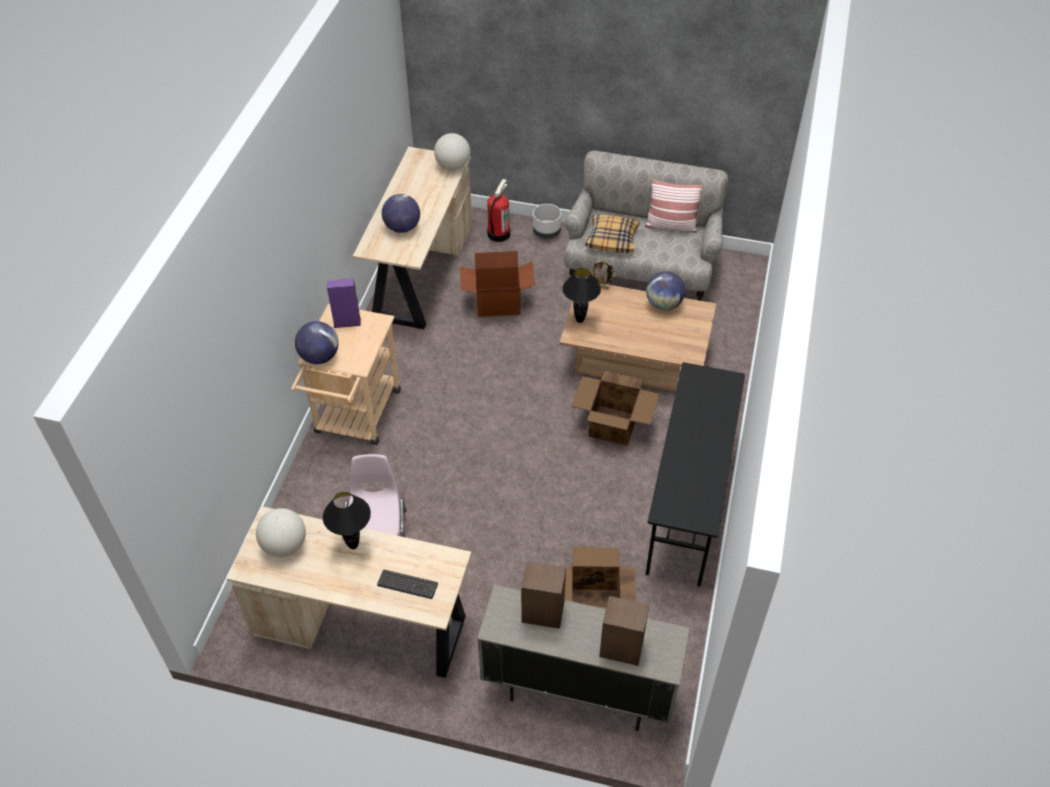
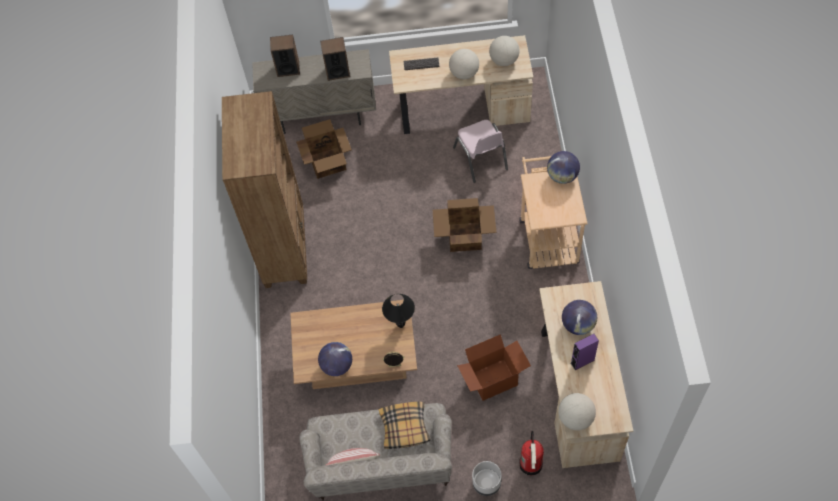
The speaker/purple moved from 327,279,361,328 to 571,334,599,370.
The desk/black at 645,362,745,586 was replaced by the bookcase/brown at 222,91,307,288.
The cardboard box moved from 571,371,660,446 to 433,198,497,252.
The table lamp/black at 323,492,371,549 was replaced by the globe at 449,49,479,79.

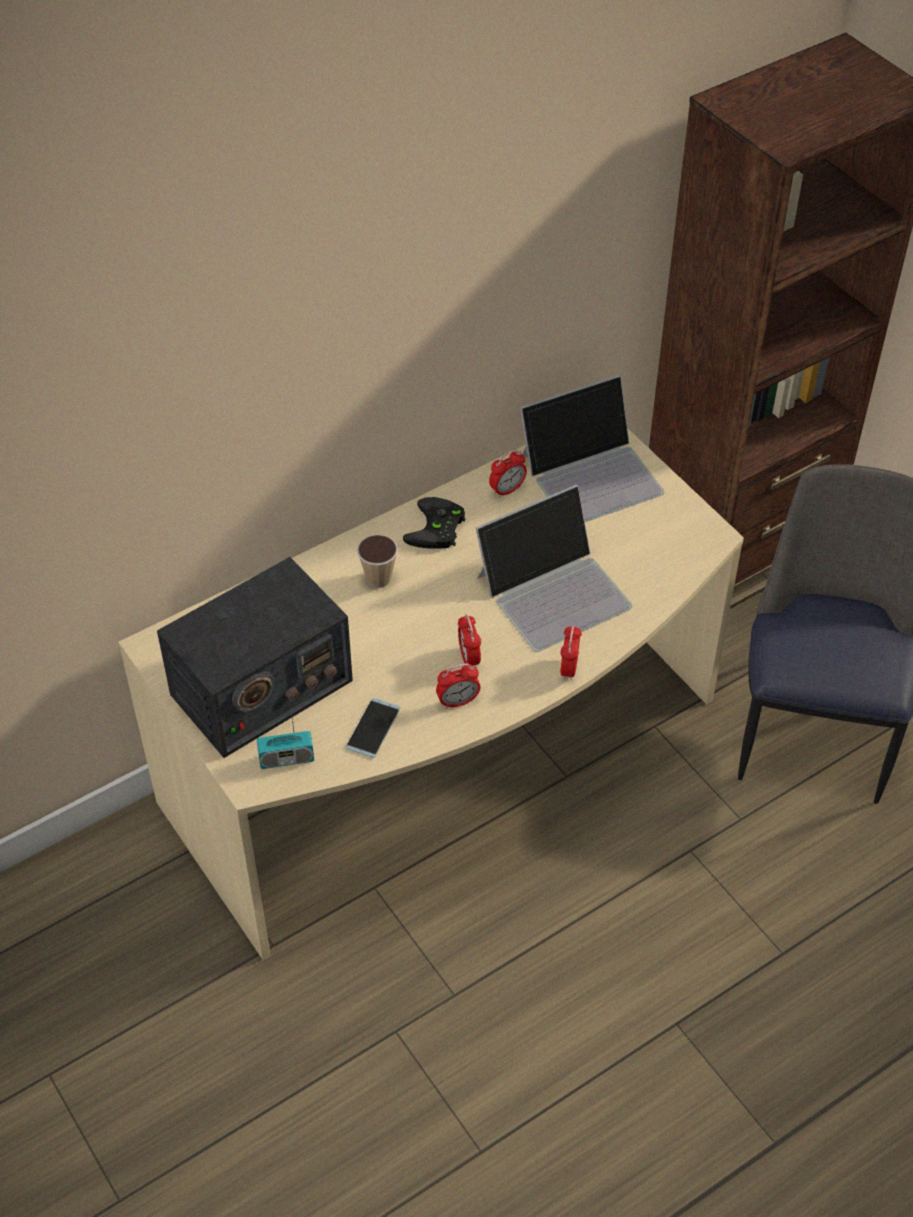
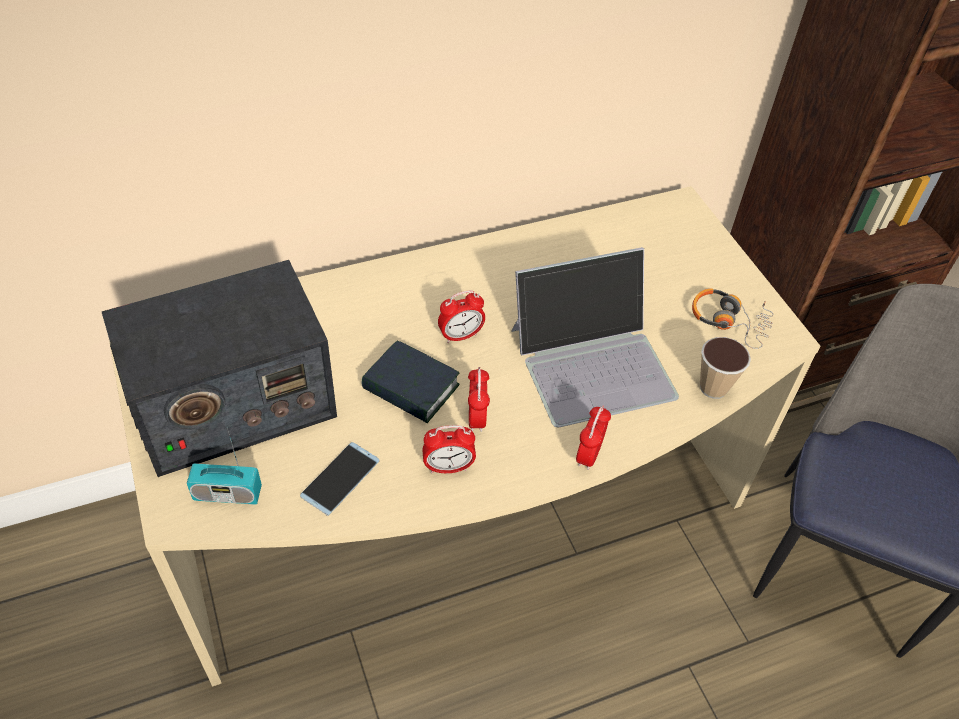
The laptop at 520,375,664,522 disappeared.
The alarm clock moved from 489,450,527,498 to 438,290,485,343.
The game controller/black at 403,497,465,549 disappeared.
The cup moved from 357,535,398,588 to 700,337,751,399.
The headphones at 692,288,773,349 appeared.
The book at 362,340,460,423 appeared.

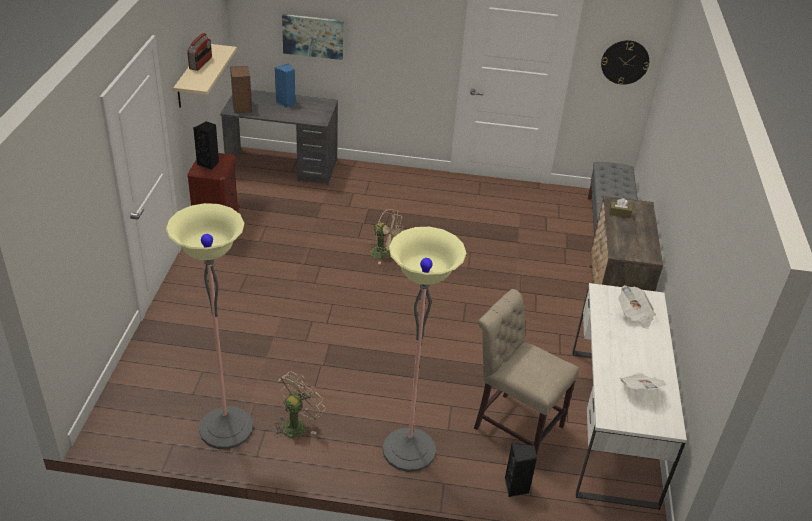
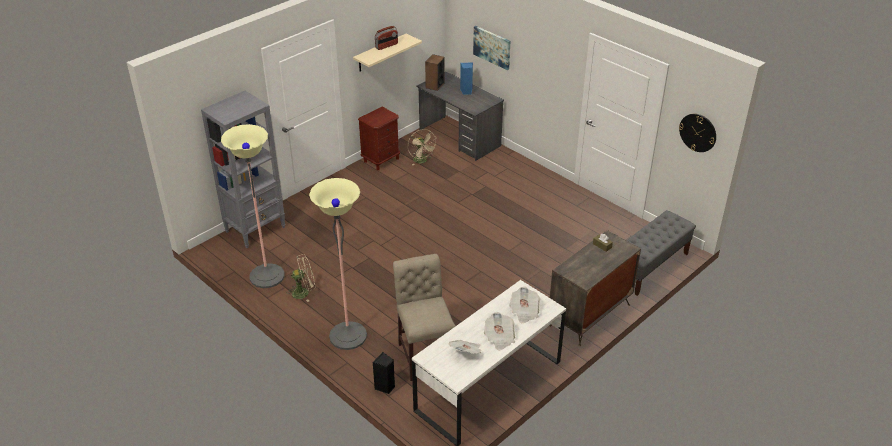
The speaker/black at 193,121,219,170 disappeared.
The fan/beige moved from 368,209,404,264 to 408,129,438,166.
The bookcase/grey at 201,91,285,248 appeared.
The newspaper at 484,312,515,351 appeared.

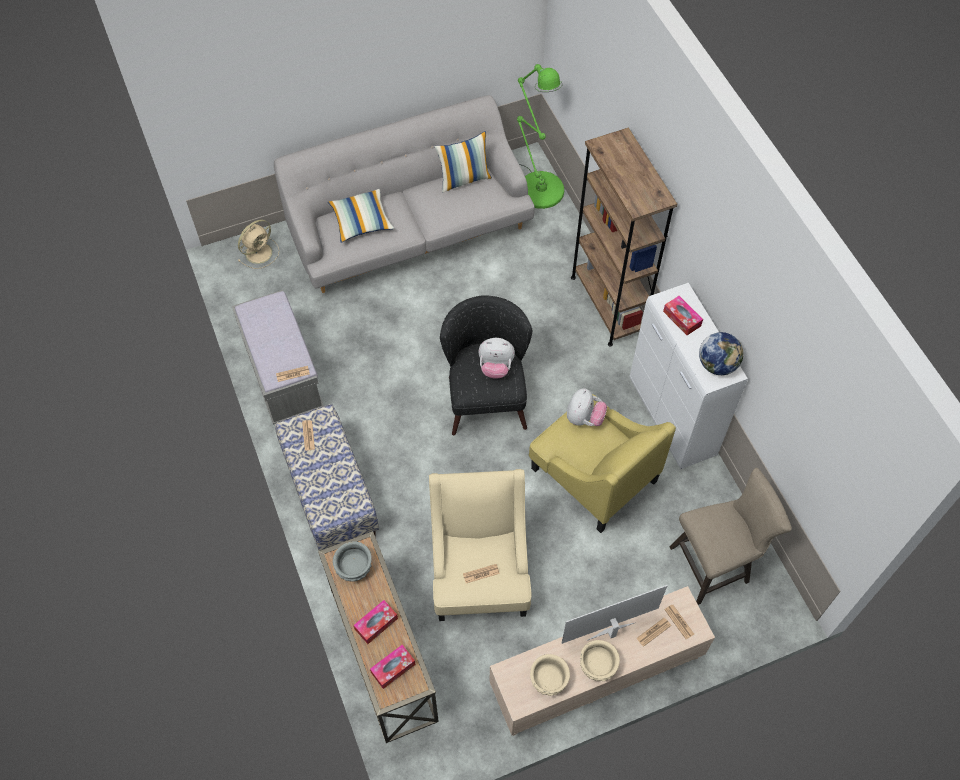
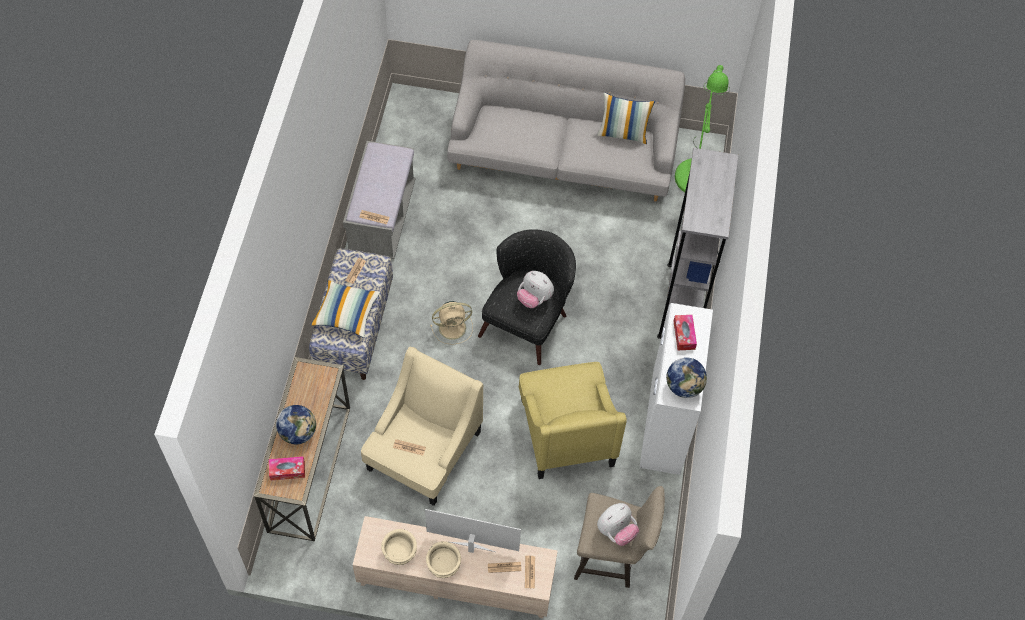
The bookcase/brown at 571,128,677,347 became the bookcase/grey at 657,148,738,339.
The pillow moved from 328,189,394,243 to 310,280,380,338.
The fan/beige moved from 238,220,279,269 to 430,301,473,345.
The plush toy moved from 567,388,607,426 to 597,503,639,546.
The bowl/grey at 333,541,372,582 disappeared.
The tissue box at 354,600,398,644 was replaced by the globe at 276,405,316,444.

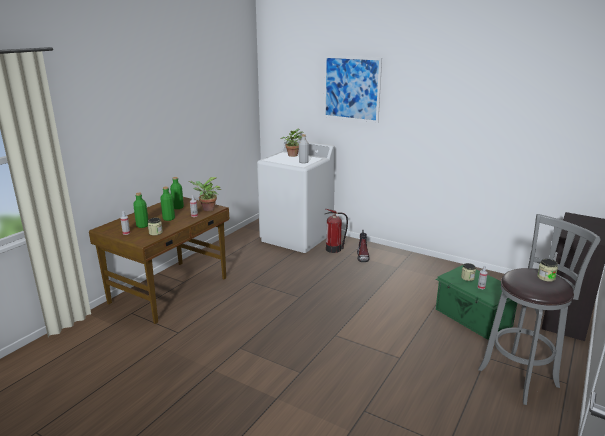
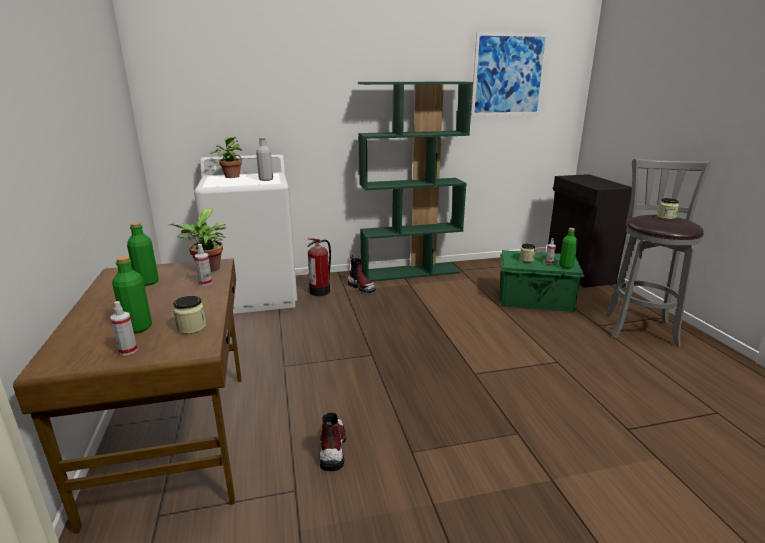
The picture moved from 324,55,382,123 to 471,32,549,116.
The bottle/green moved from 160,187,175,221 to 559,228,578,268.
The bookcase/green at 358,82,473,282 appeared.
The boot at 320,413,346,471 appeared.

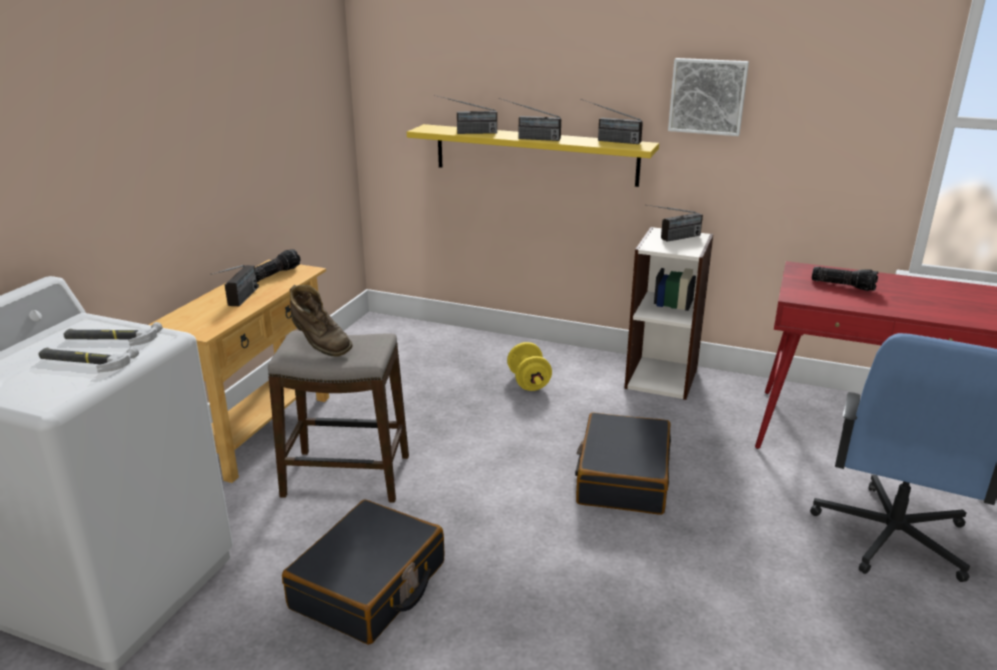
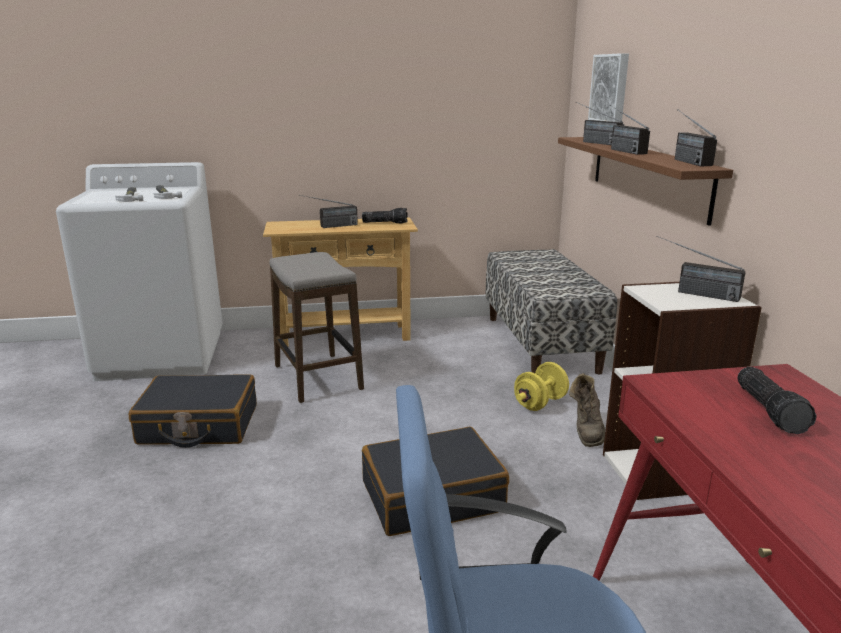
The picture moved from 668,58,749,136 to 588,53,629,122.
The shelf/yellow at 407,124,659,187 became the shelf/brown at 558,137,733,226.
The boot/brown moved from 290,285,353,357 to 569,373,605,447.
The bench at 485,249,617,374 appeared.

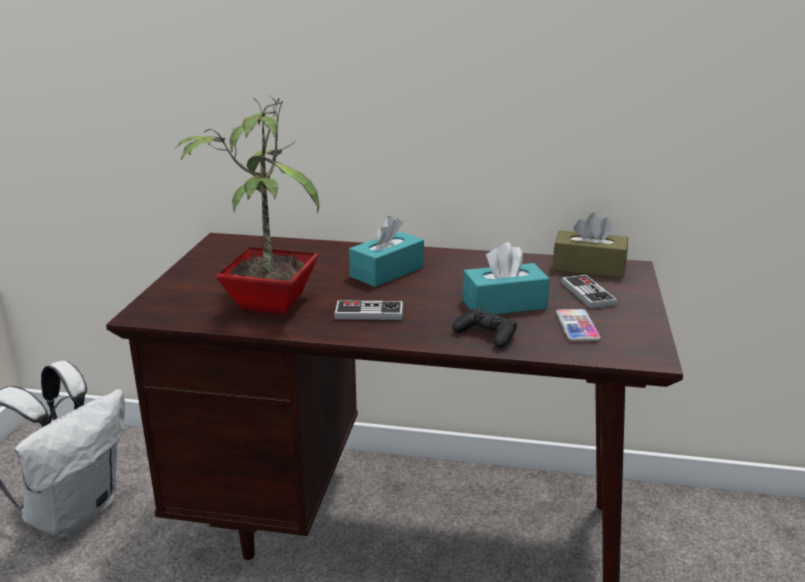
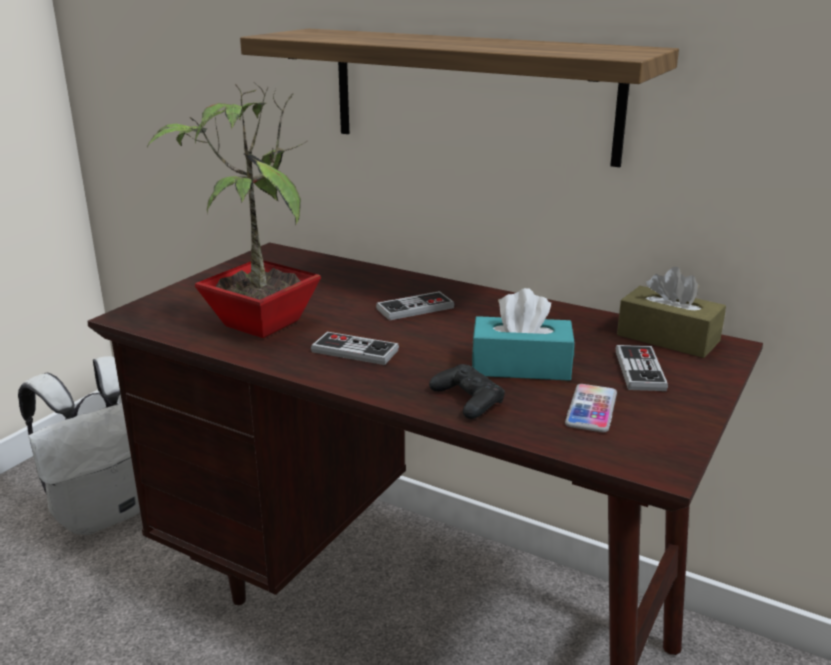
The tissue box/turquoise at 349,216,424,287 was replaced by the game controller at 376,291,455,321.
The shelf at 240,29,679,167 appeared.

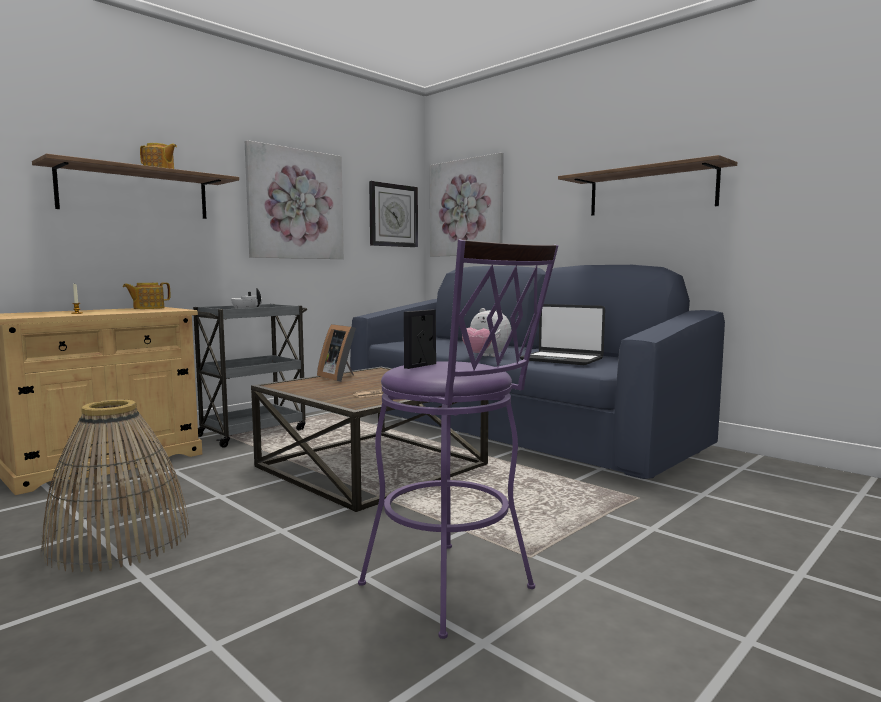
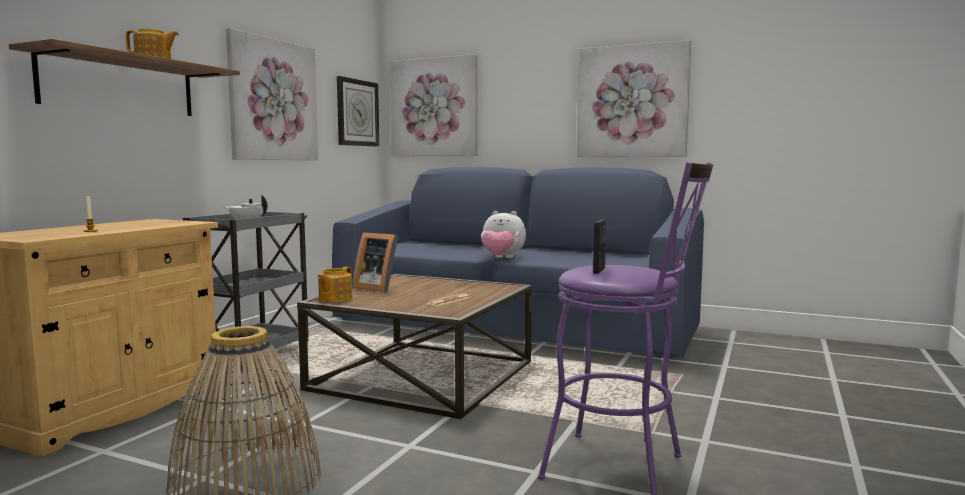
The shelf at 558,155,737,216 was replaced by the picture at 577,40,691,157.
The teapot moved from 123,282,170,309 to 317,266,352,302.
The laptop at 520,304,605,365 disappeared.

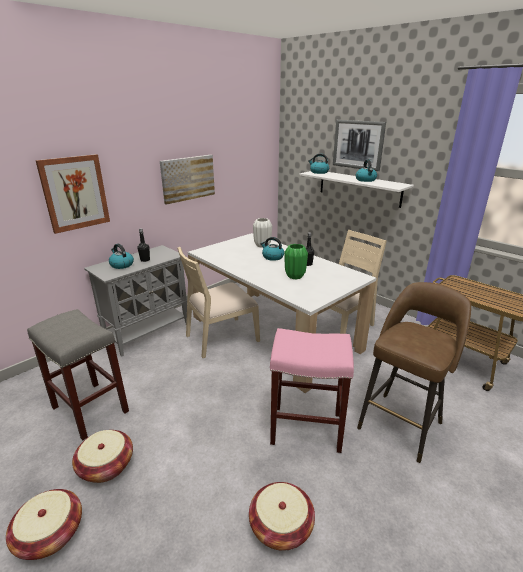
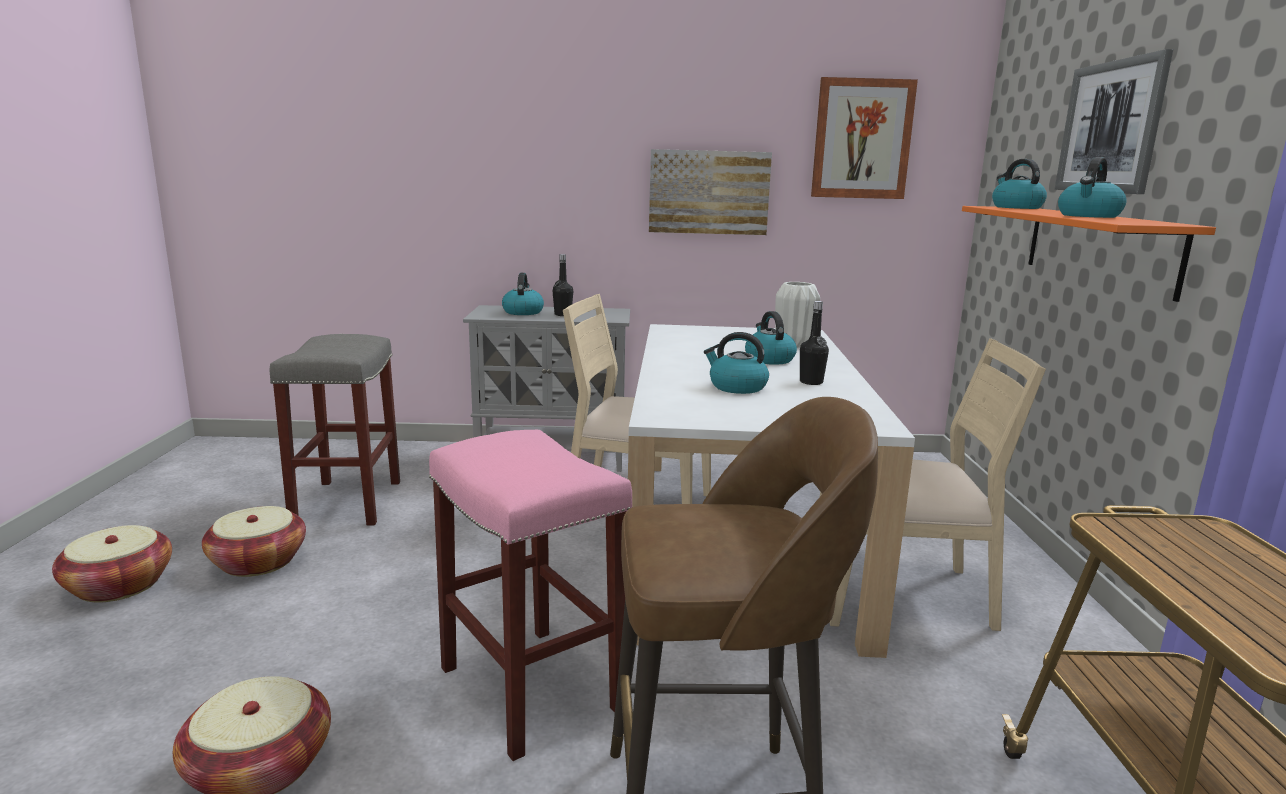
The picture moved from 35,154,110,234 to 811,77,918,199.
The shelf/white at 300,171,414,208 became the shelf/orange at 962,206,1216,302.
The vase/green at 284,244,308,279 was replaced by the kettle at 704,332,769,394.

